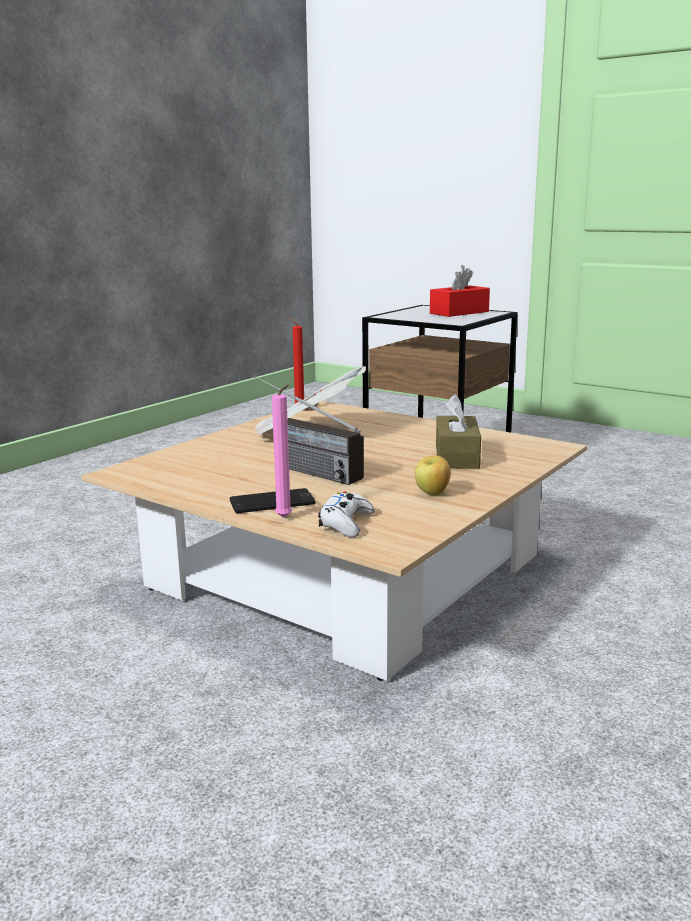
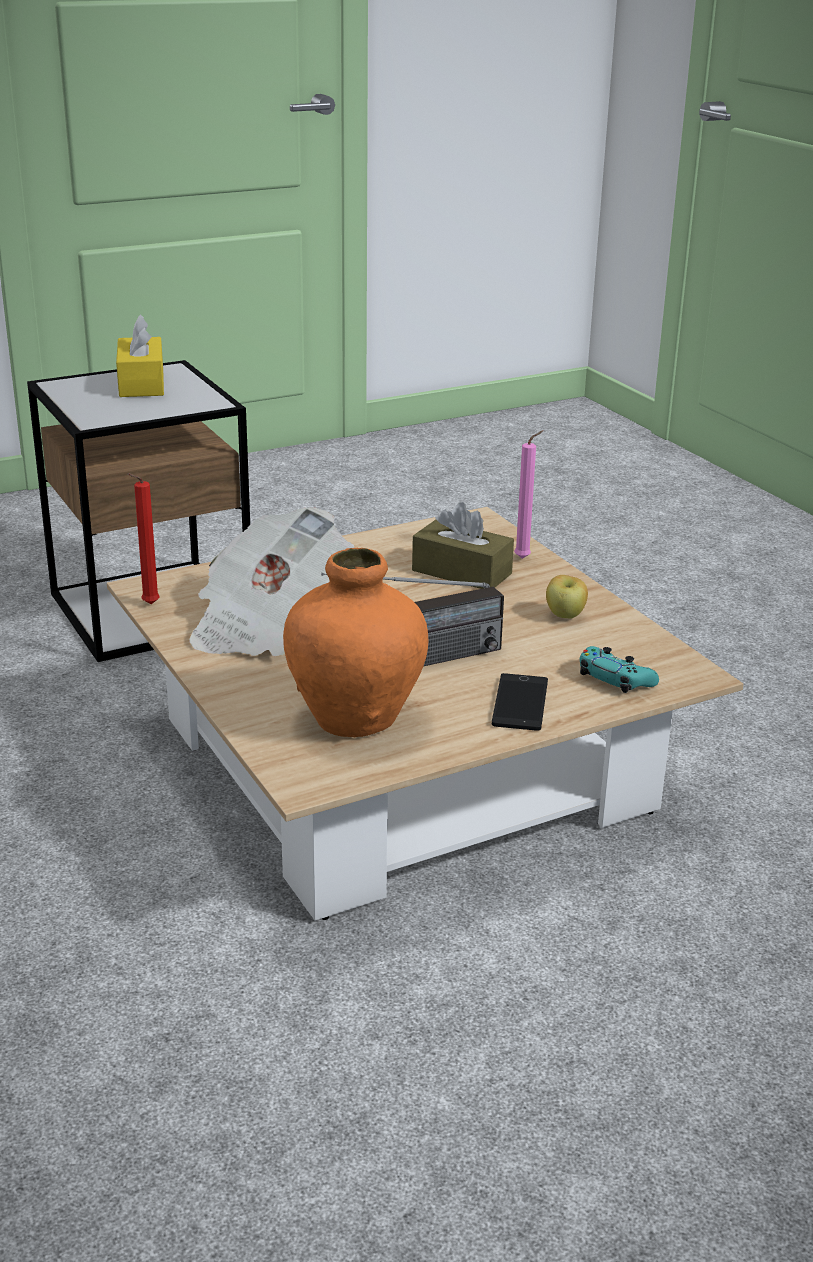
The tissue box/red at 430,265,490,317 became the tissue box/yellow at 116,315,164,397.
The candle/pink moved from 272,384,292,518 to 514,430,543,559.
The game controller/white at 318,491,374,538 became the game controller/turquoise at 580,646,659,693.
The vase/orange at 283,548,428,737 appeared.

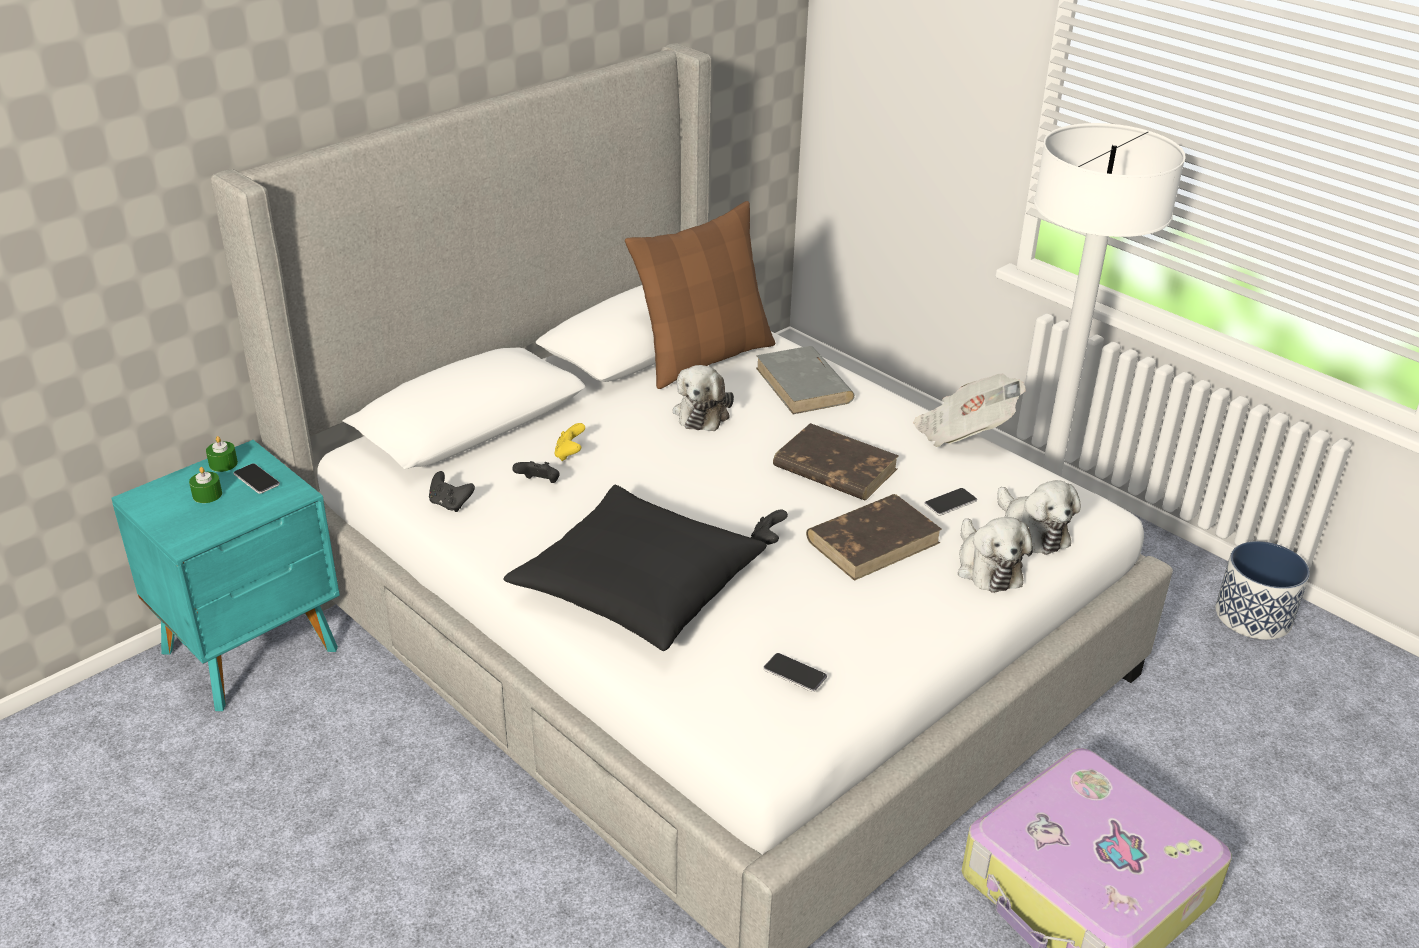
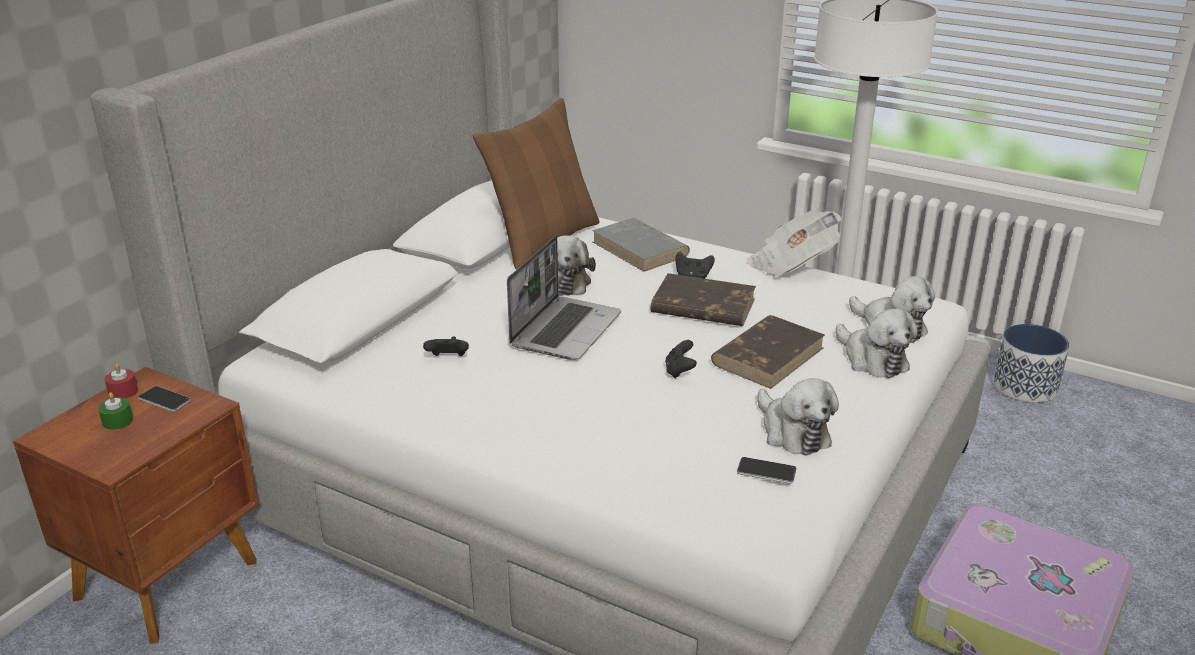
The game controller/yellow at 554,423,585,461 disappeared.
The candle/green at 206,436,238,472 became the candle/red at 105,364,138,399.
The nightstand/turquoise at 111,440,340,711 became the nightstand/brown at 13,367,259,644.
The game controller/black moved from 429,471,475,512 to 676,251,715,279.
The pillow/black at 503,485,767,651 disappeared.
The phone at 925,488,977,516 disappeared.
The laptop at 507,236,621,360 appeared.
The plush toy at 758,378,839,456 appeared.

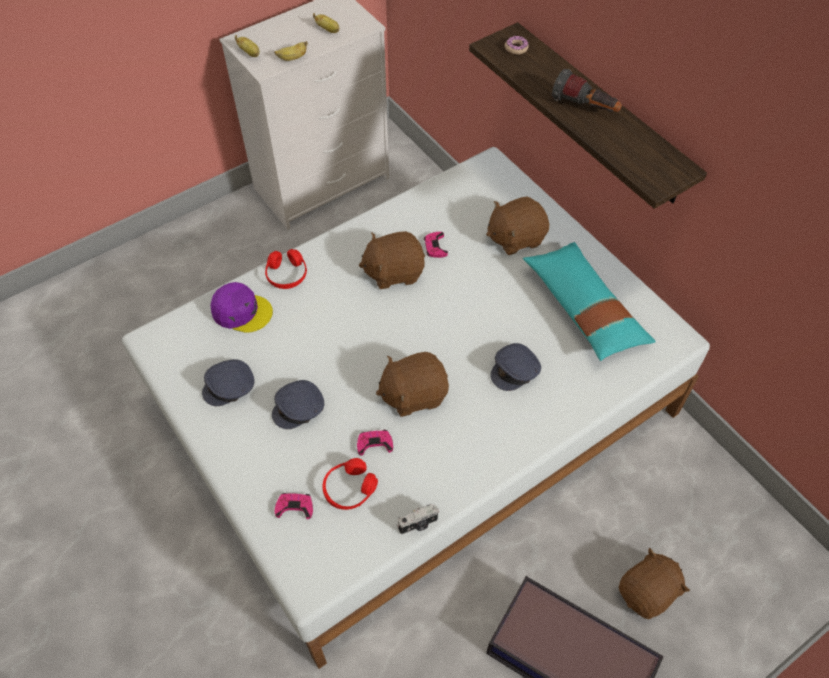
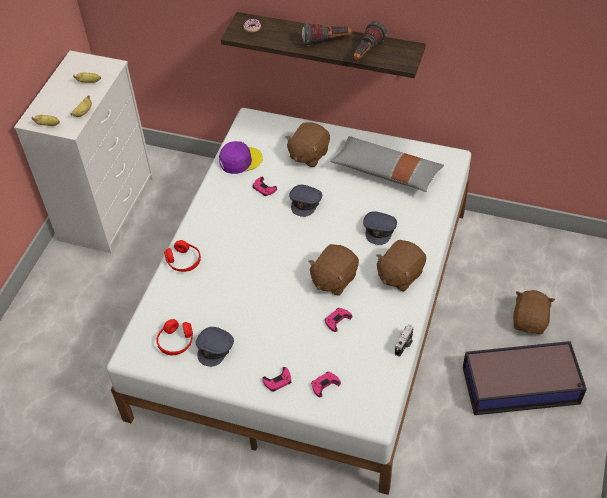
The plush toy/brown moved from 359,231,425,289 to 376,240,426,292.
The pillow/turquoise at 523,242,656,361 became the pillow/grey at 330,136,444,192.
The cap/purple moved from 211,282,273,333 to 219,141,263,174.
The cap/grey moved from 272,380,324,429 to 289,185,322,217.
The headphones/red moved from 322,458,378,510 to 156,319,193,355.
The flashlight at 353,21,387,60 appeared.
The game controller/pink at 262,367,292,392 appeared.

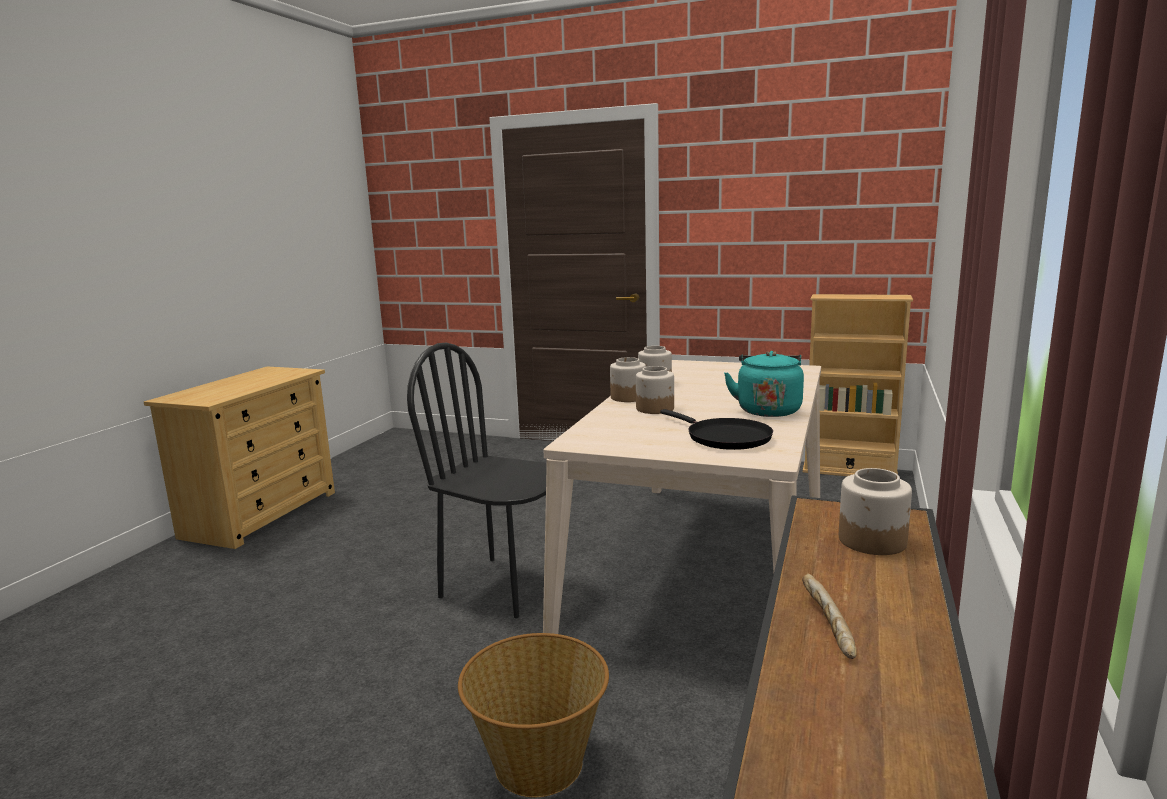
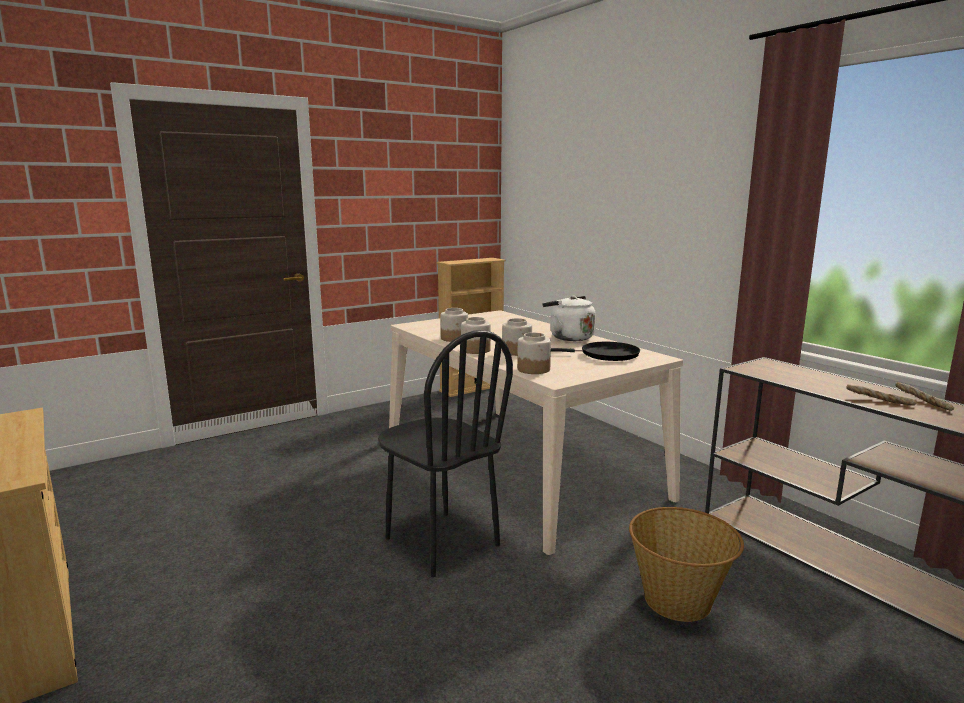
The chair/black at 407,343,547,618 turned 105 degrees counterclockwise.
The kettle/turquoise at 724,351,804,417 became the kettle/white at 543,296,596,341.
The jar moved from 839,468,912,555 to 517,332,551,374.
The bread at 895,382,954,411 appeared.

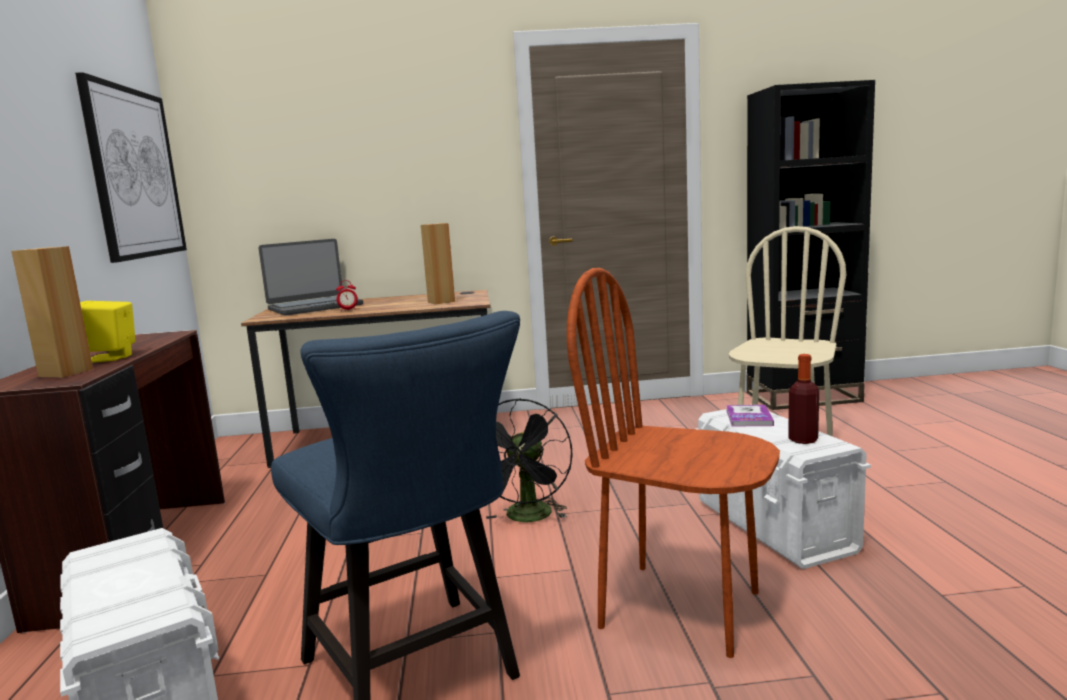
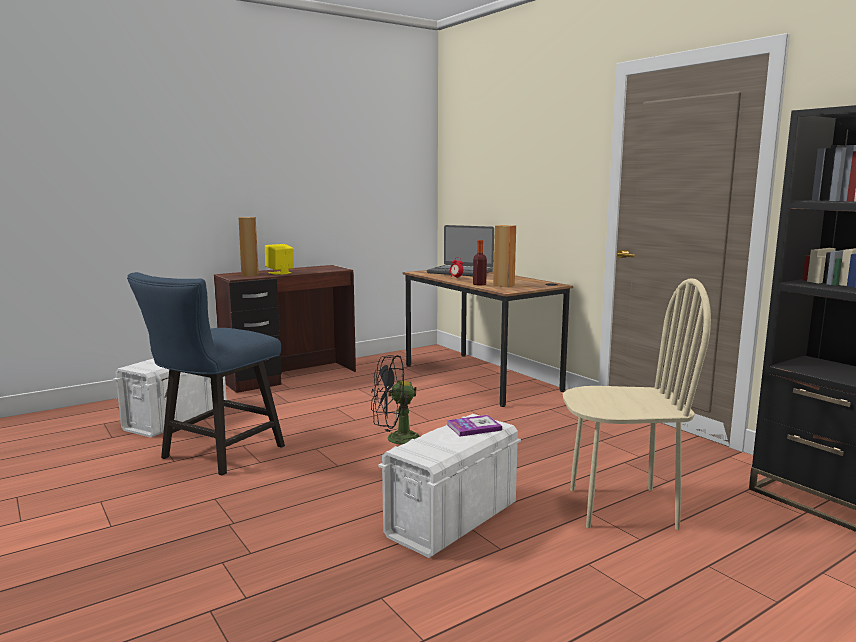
The picture at 75,72,187,263 disappeared.
The chair/brown at 567,268,780,658 disappeared.
The bottle moved from 788,354,819,444 to 473,240,487,285.

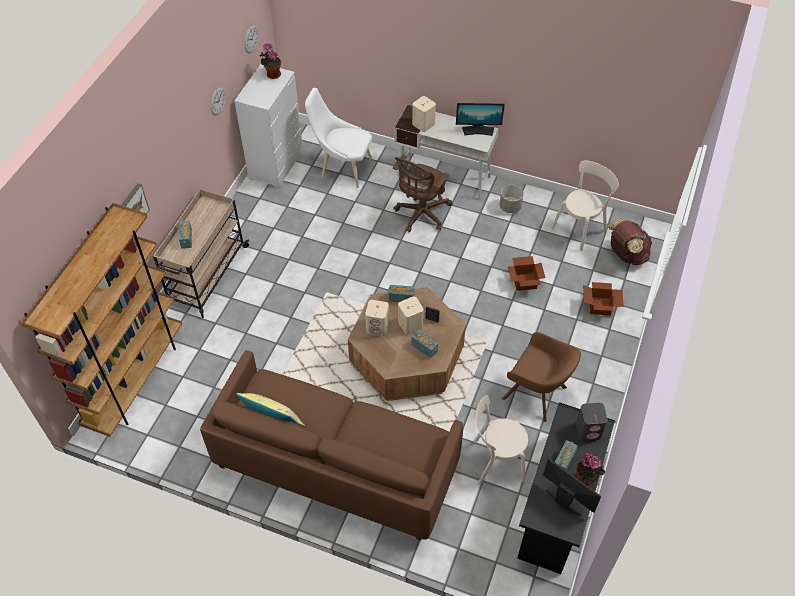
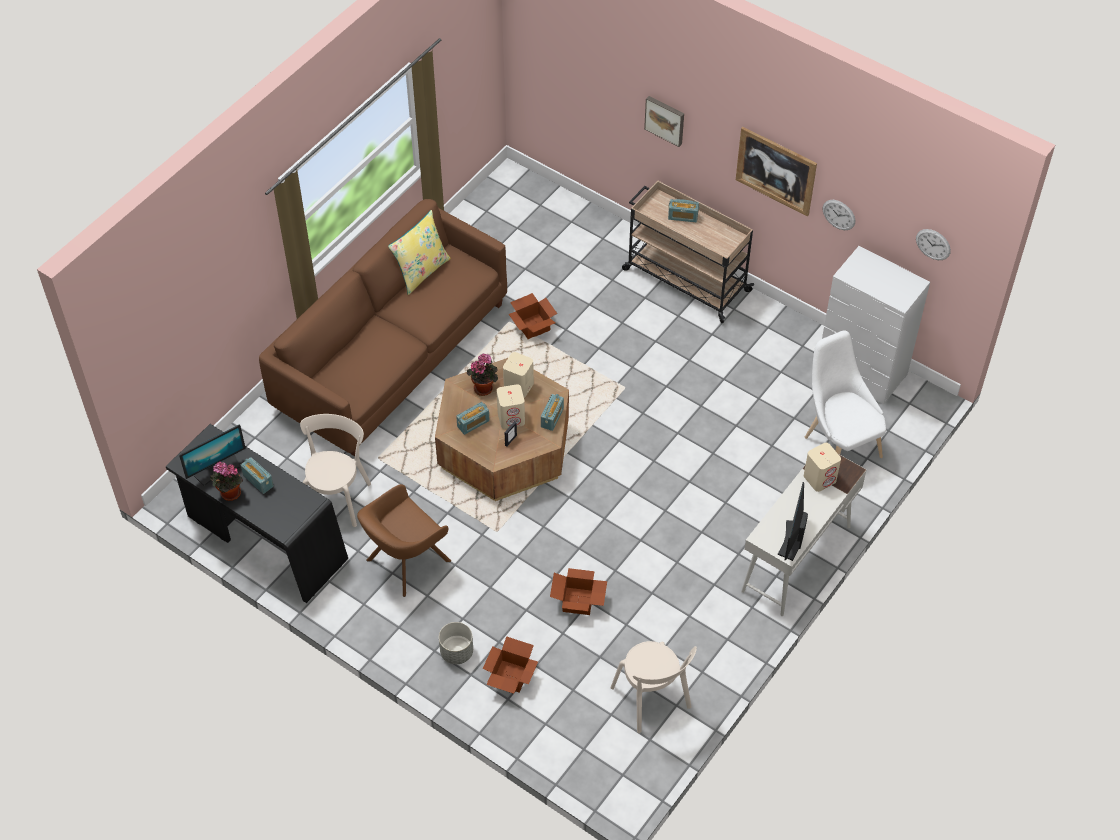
The potted plant moved from 260,43,281,79 to 467,353,498,396.
The chair/white at 305,88,372,188 turned 60 degrees counterclockwise.
The office chair/brown at 393,155,452,232 disappeared.
The planter/grey moved from 499,185,524,213 to 439,622,473,664.
The bookcase/brown at 21,203,182,437 disappeared.
The backpack/brown at 607,219,652,265 disappeared.
The speaker/grey at 576,403,608,441 disappeared.
The picture at 736,127,817,216 appeared.
The cardboard box at 509,293,557,339 appeared.

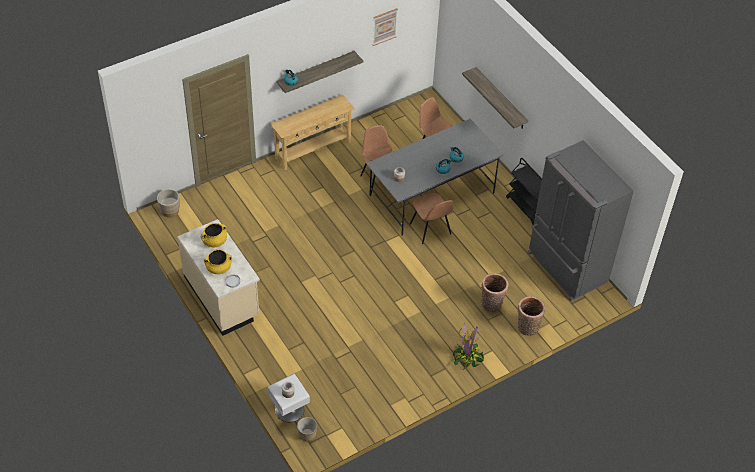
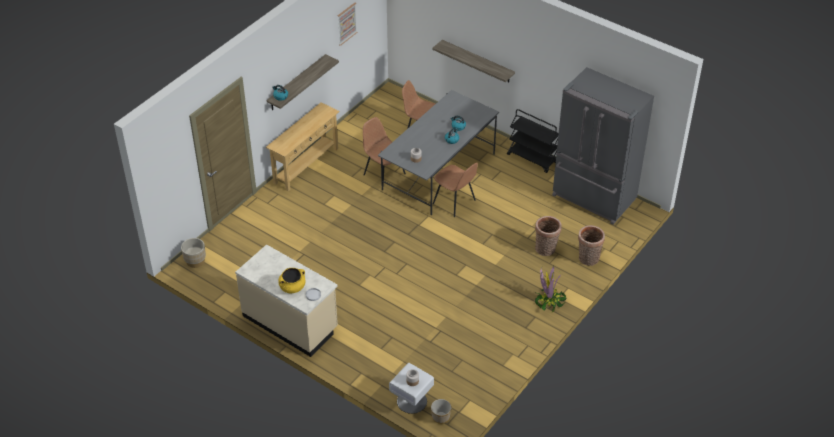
The cooking pot/yellow at 201,223,227,247 disappeared.

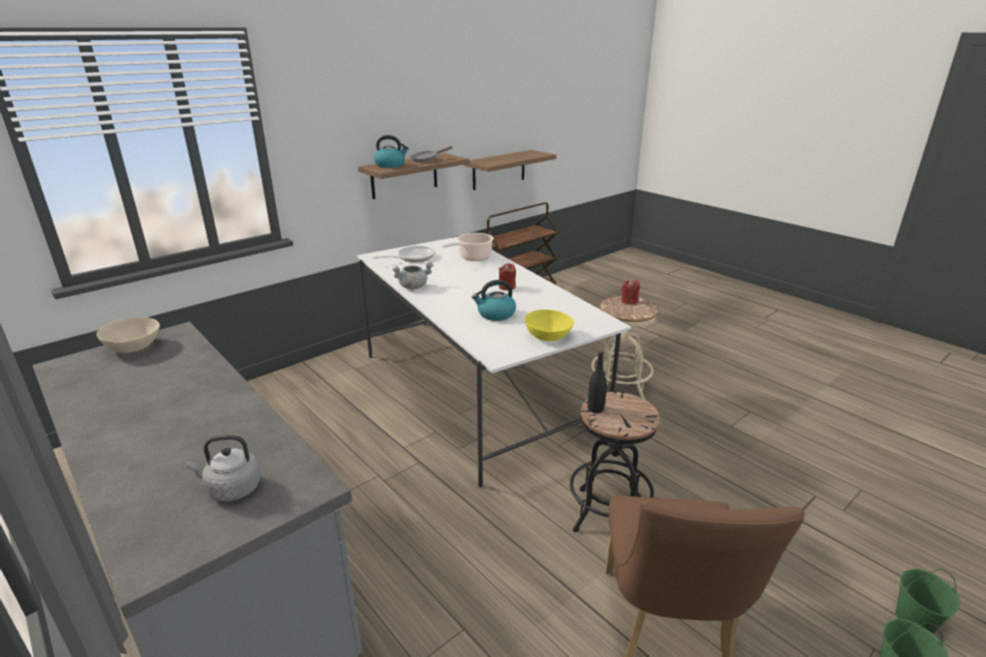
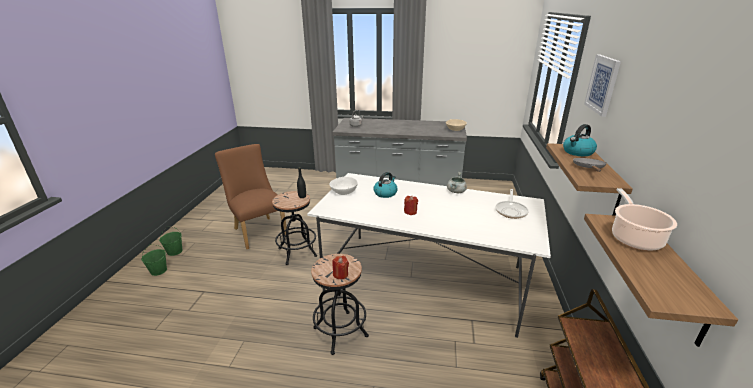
The cooking pot moved from 442,233,494,261 to 612,188,677,251.
The stool/beige at 591,296,658,399 became the stool/black at 311,254,369,355.
The bowl/yellow at 525,309,574,341 became the bowl/white at 329,177,358,195.
The picture at 584,55,621,117 appeared.

